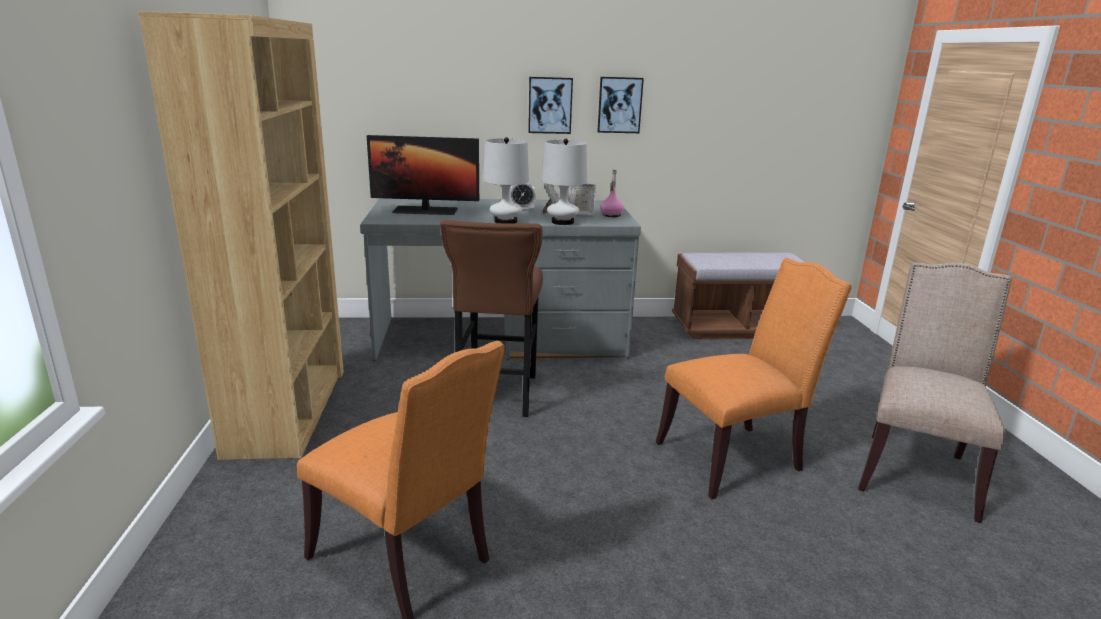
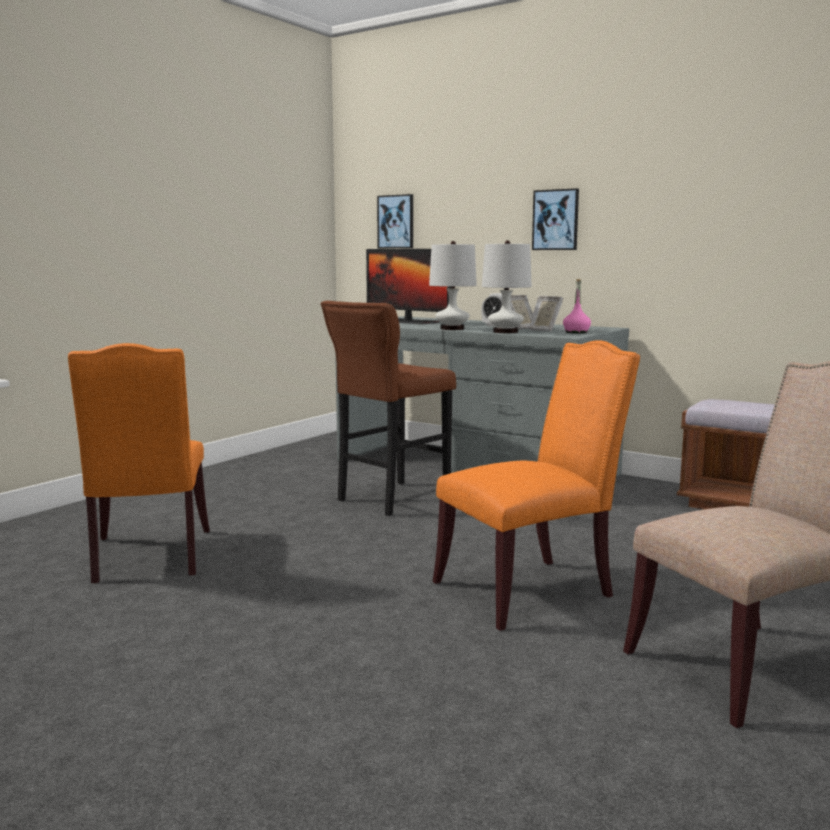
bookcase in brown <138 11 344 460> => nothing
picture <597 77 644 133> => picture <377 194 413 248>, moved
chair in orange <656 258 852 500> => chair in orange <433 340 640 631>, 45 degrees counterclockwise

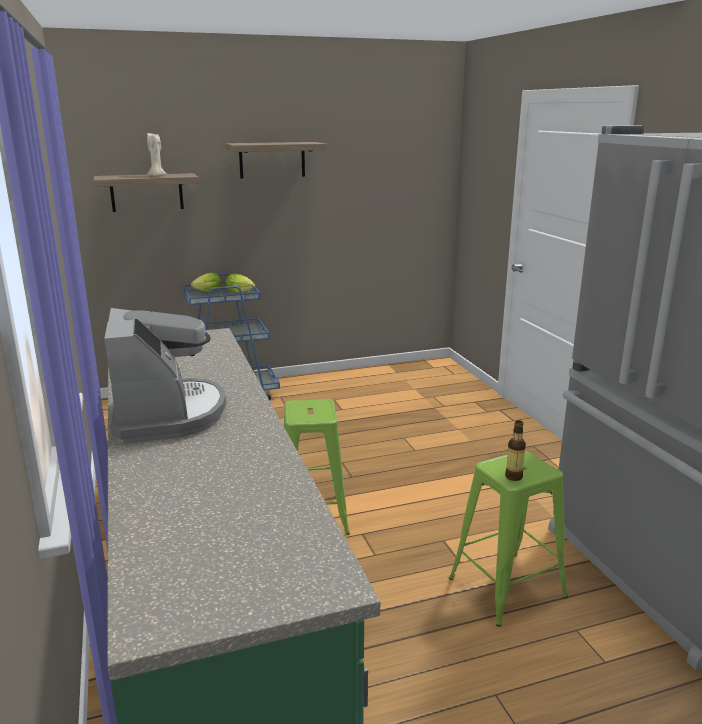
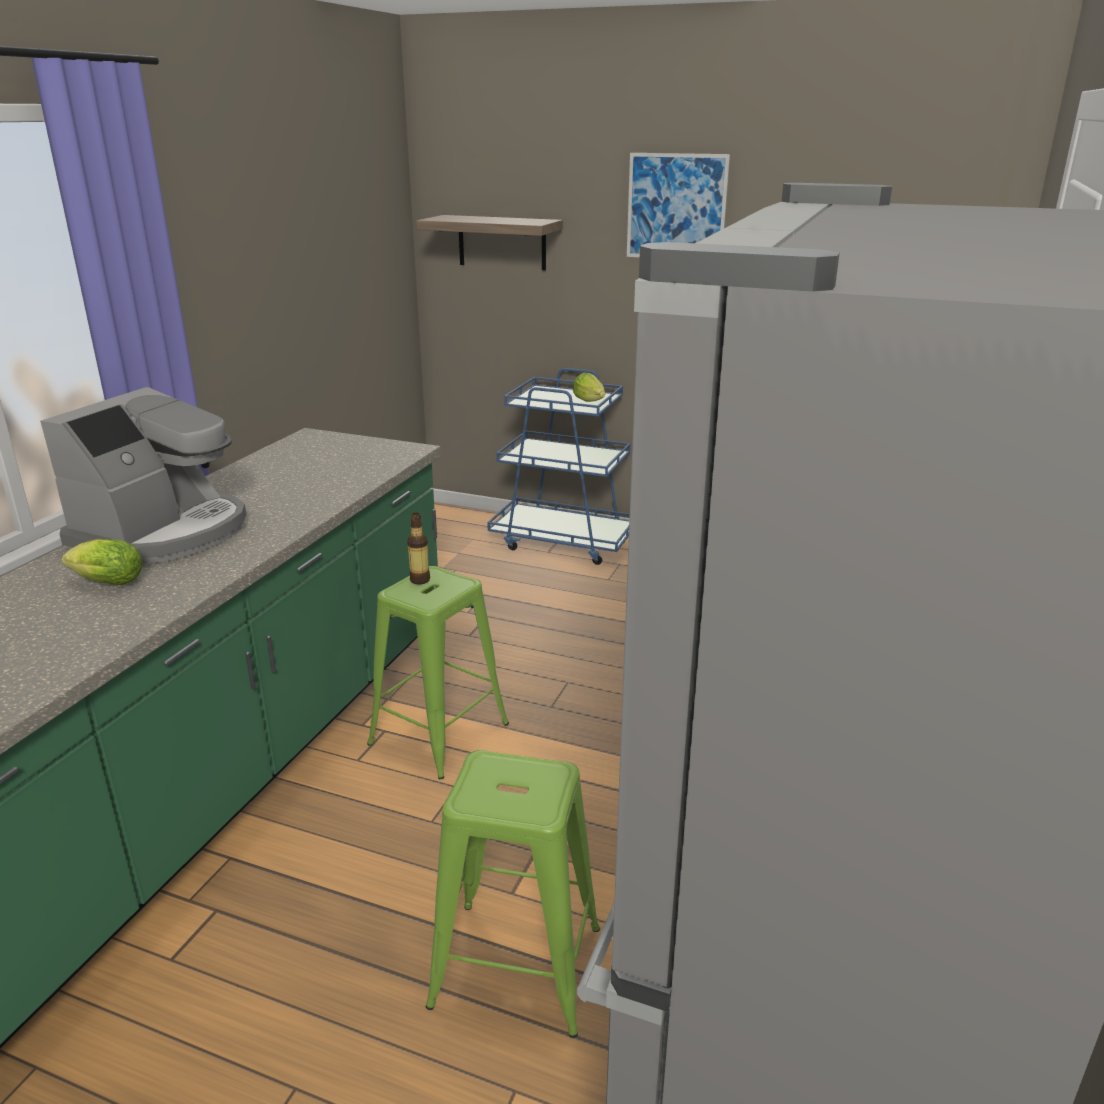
candle in beige <147 133 167 176> => nothing
lettuce <191 273 221 292> => lettuce <61 539 143 585>, moved
bottle <505 420 526 481> => bottle <407 512 430 585>, moved
shelf <226 142 327 179> => picture <627 153 730 257>

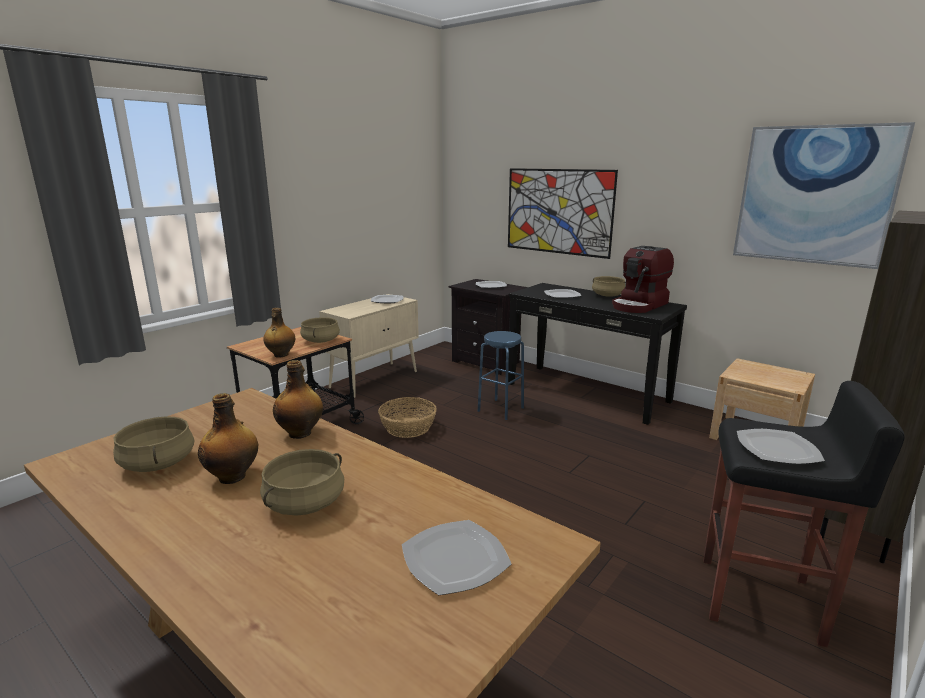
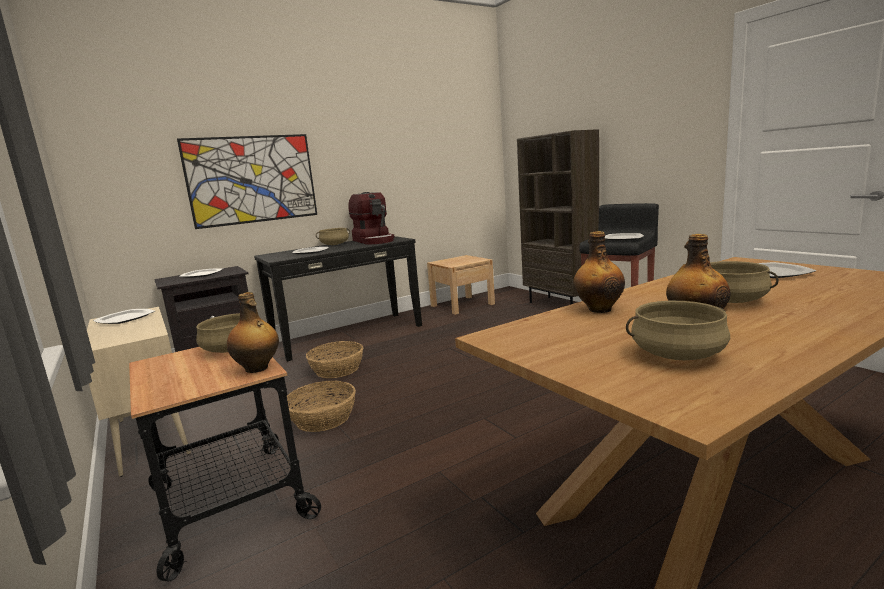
picture <733 122 915 269> => nothing
stool in blue <478 331 524 420> => basket <306 341 363 378>

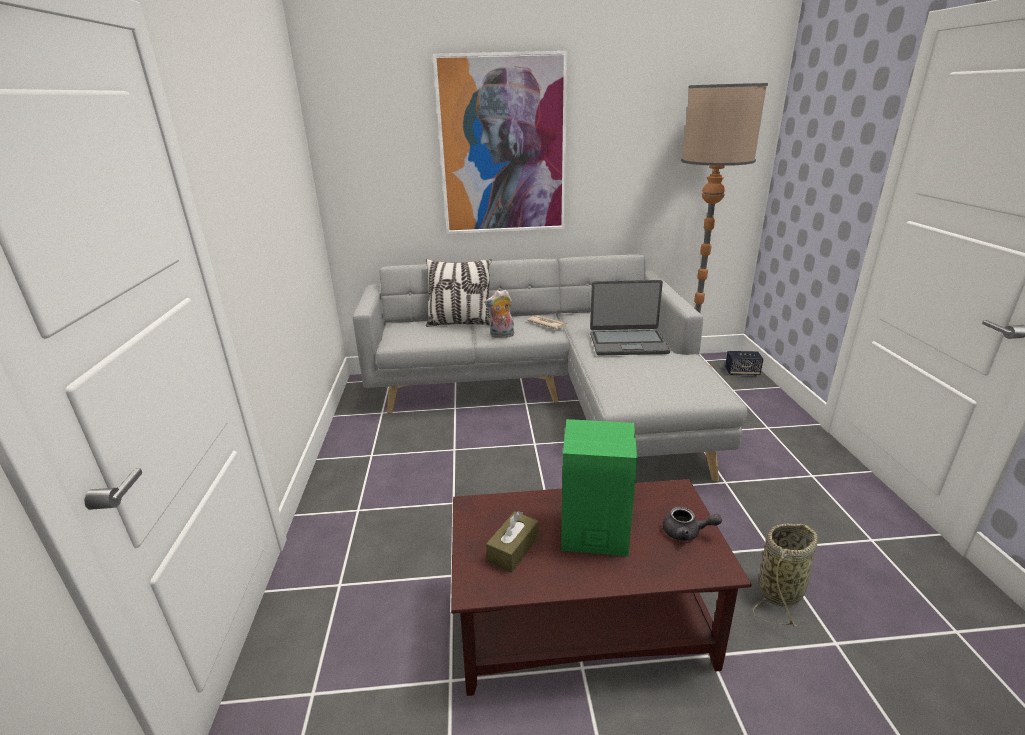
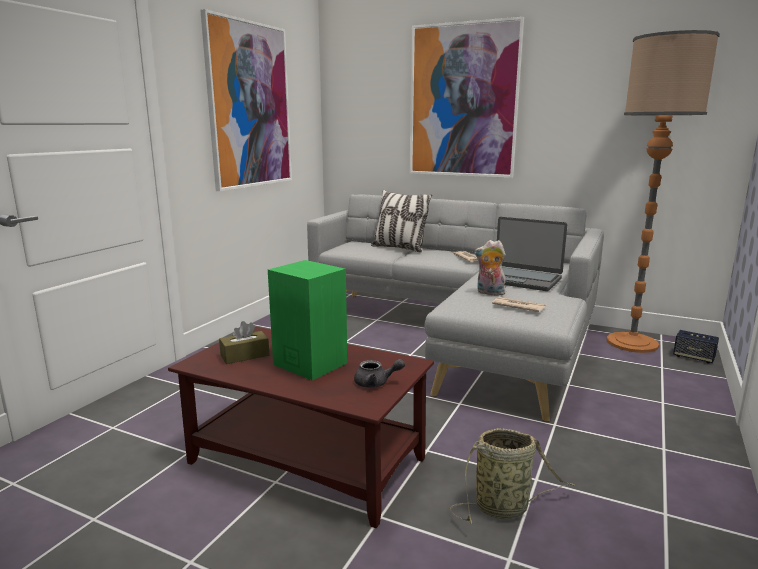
nothing => picture <200 9 292 191>
nothing => newspaper <492 297 545 312>
plush toy <484 290 515 338> => plush toy <474 240 506 296>, moved
teapot in grey <663 507 722 541> => teapot in grey <354 359 405 388>, 45 degrees counterclockwise

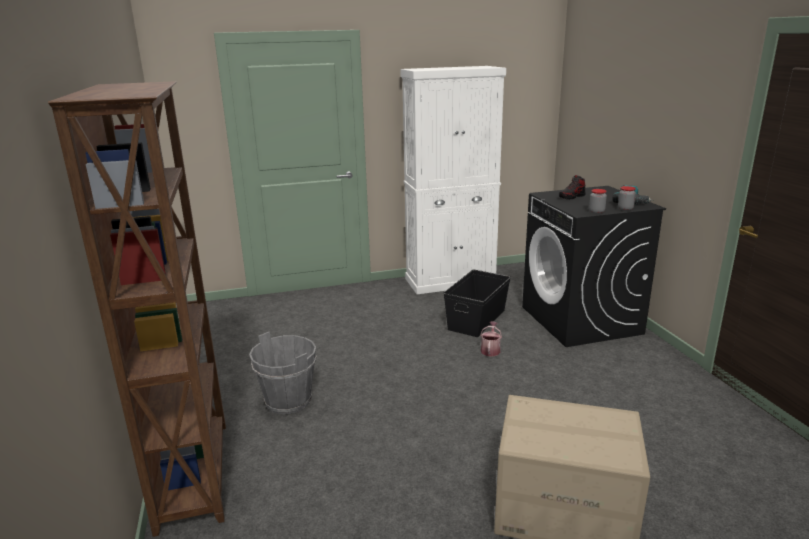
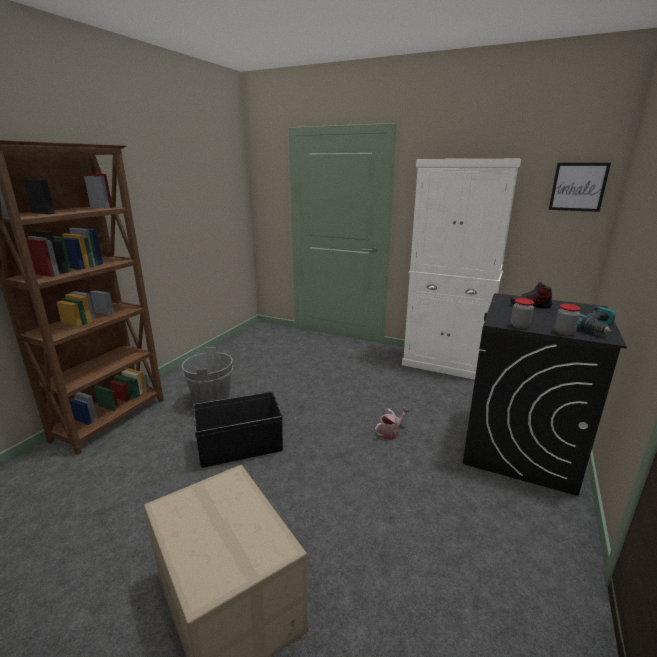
nothing => picture <549 163 611 212>
storage box in black <444 270 511 337> => storage box in black <193 391 283 468>, moved

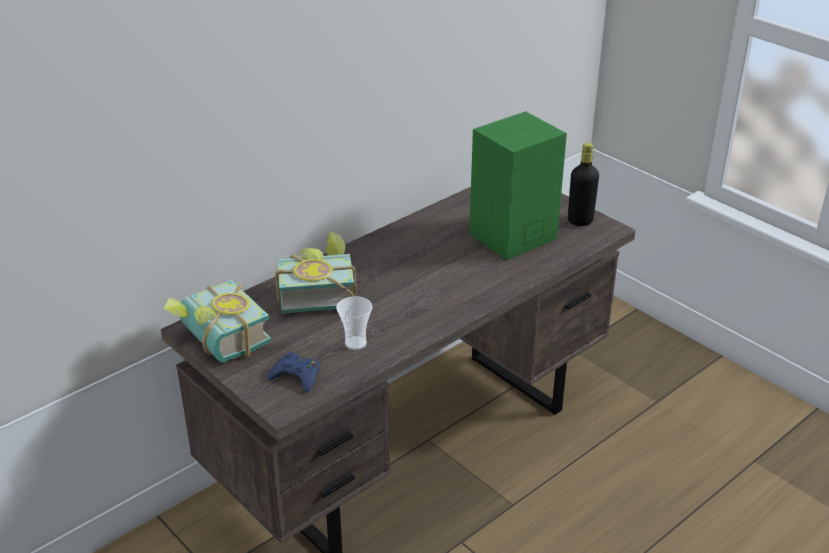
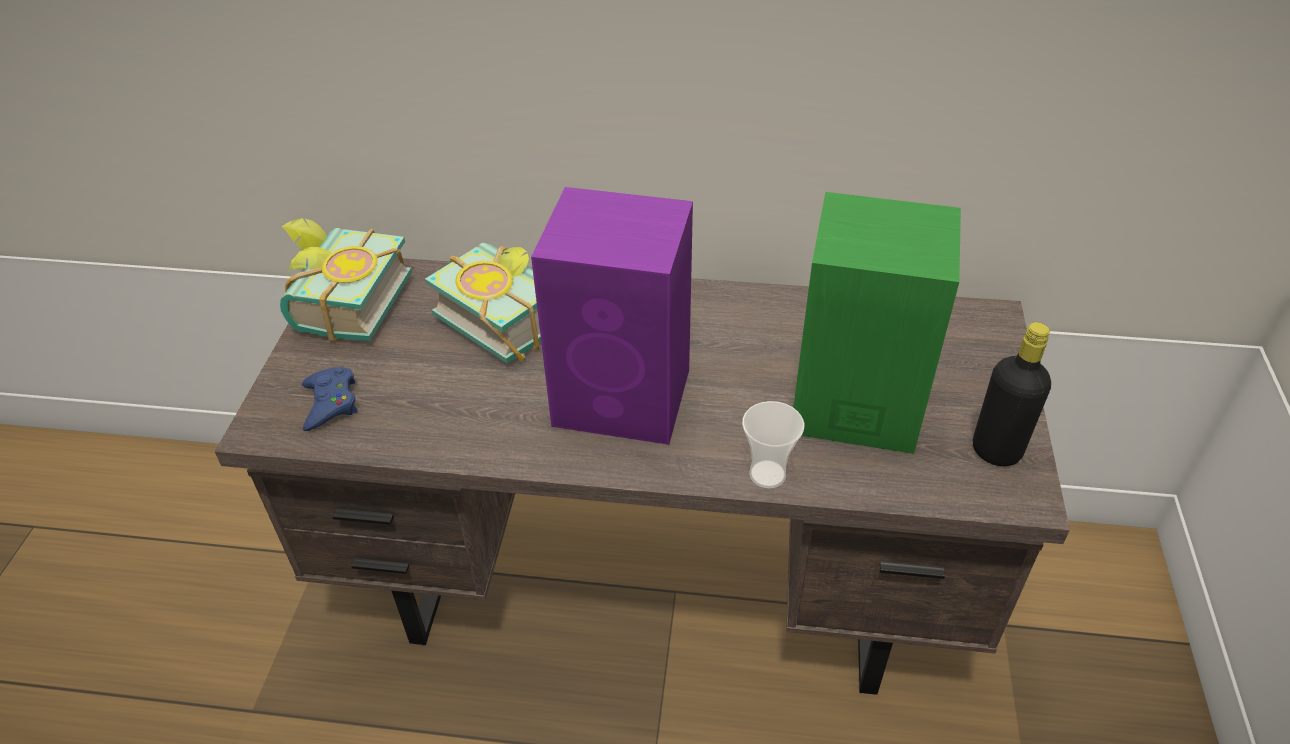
nothing => speaker in purple <531 187 693 445>
cup <336 296 372 350> => cup <742 401 804 488>, moved

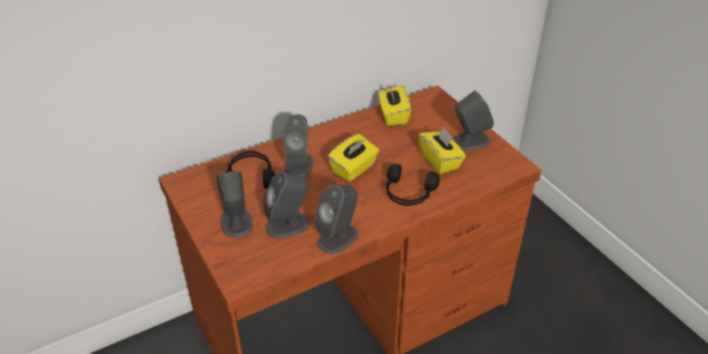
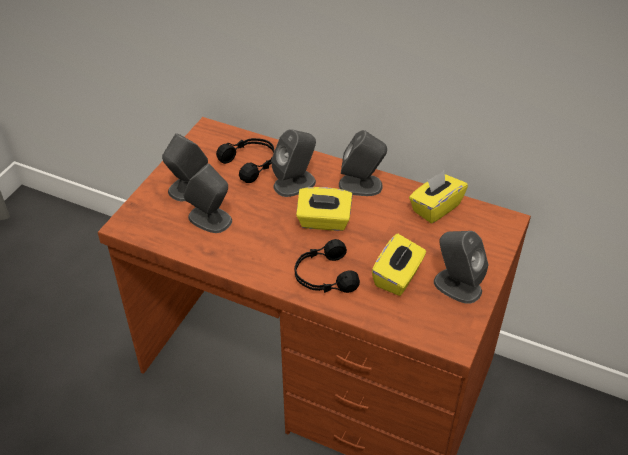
speaker in grey <314 185 359 254> => speaker in grey <339 130 387 196>, moved

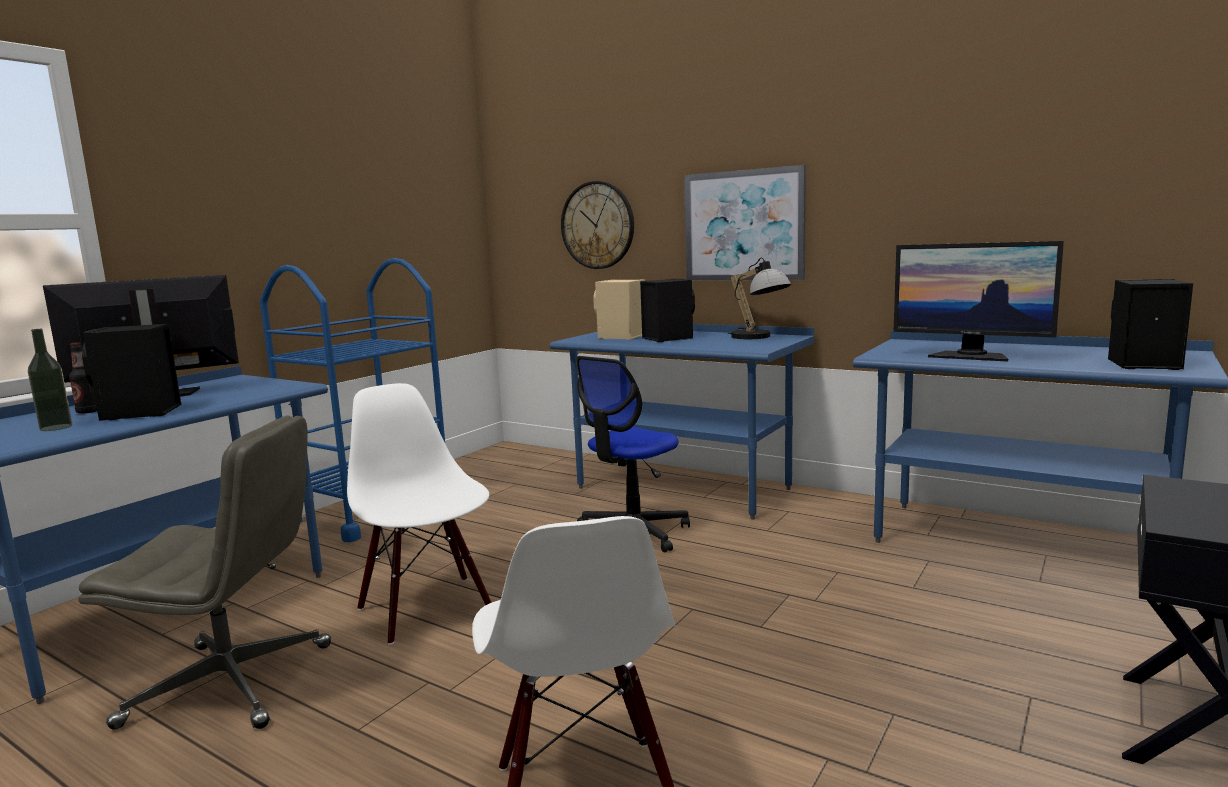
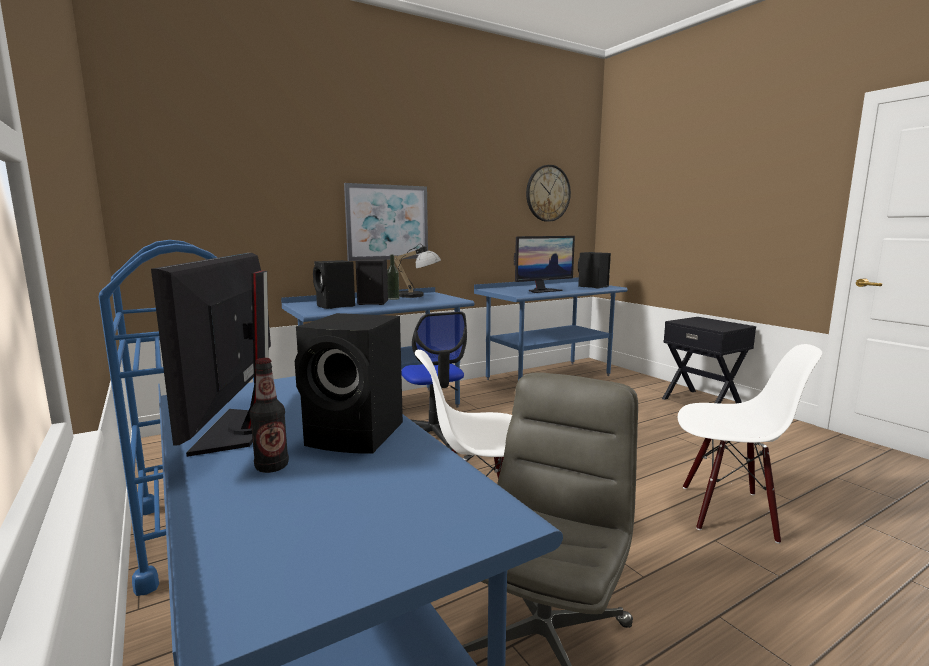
bottle <28 329 72 431> => bottle <387 255 399 300>, moved
wall clock <561 181 634 269> => wall clock <526 165 571 222>, moved
speaker in beige <593 280 645 340> => speaker in black <313 260 355 309>

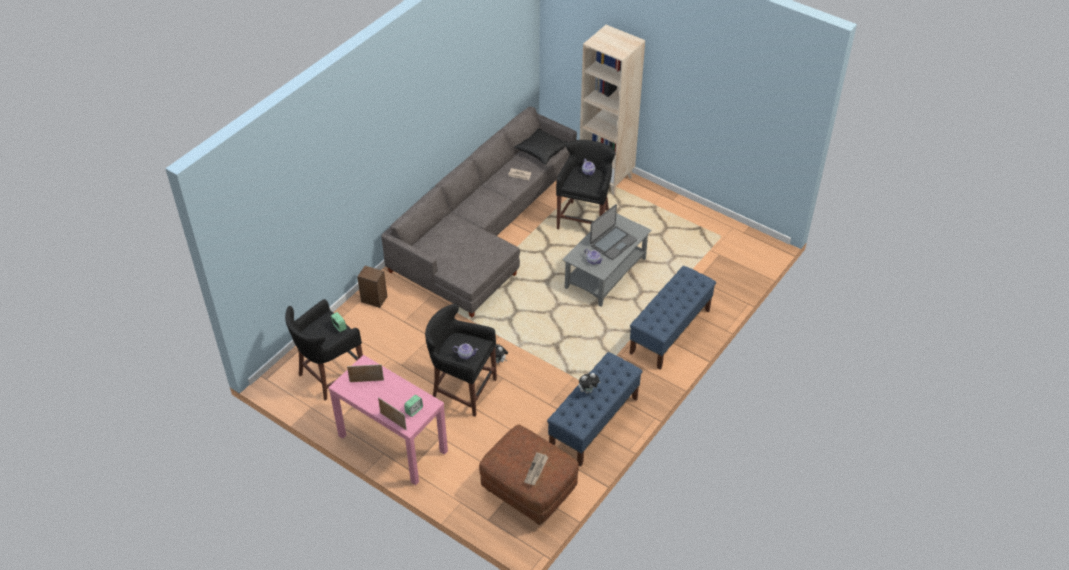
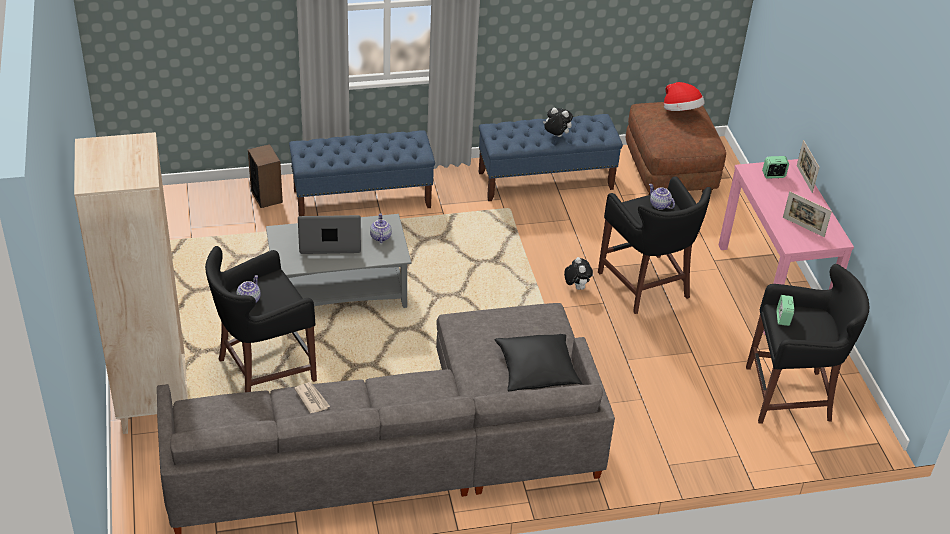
speaker <357 266 387 308> => speaker <248 144 283 208>, moved
pillow in black <514 128 567 165> => pillow in black <495 334 582 391>, moved
newspaper <524 452 548 485> => hat <664 82 705 111>

